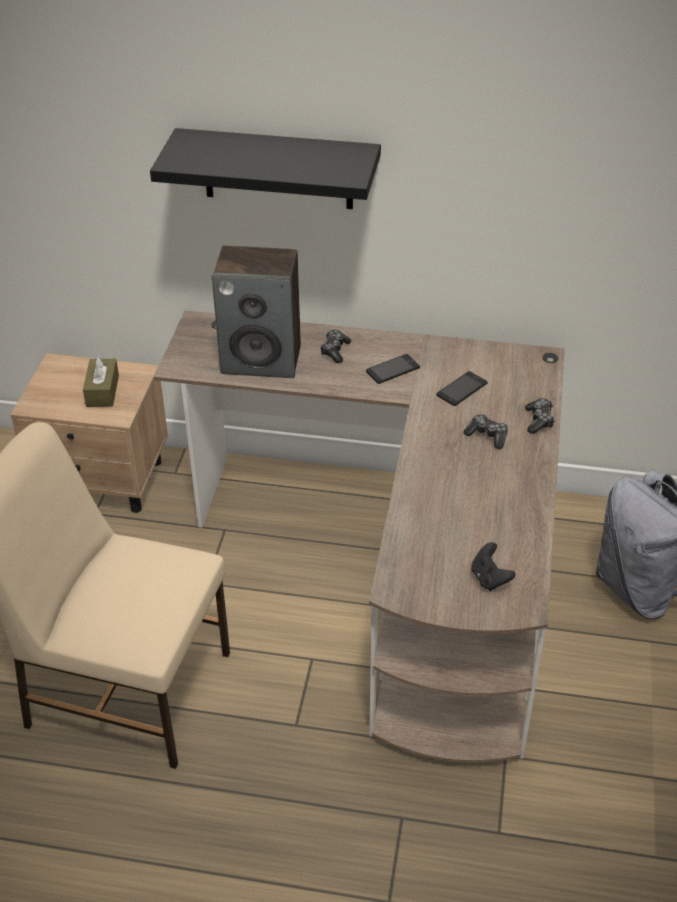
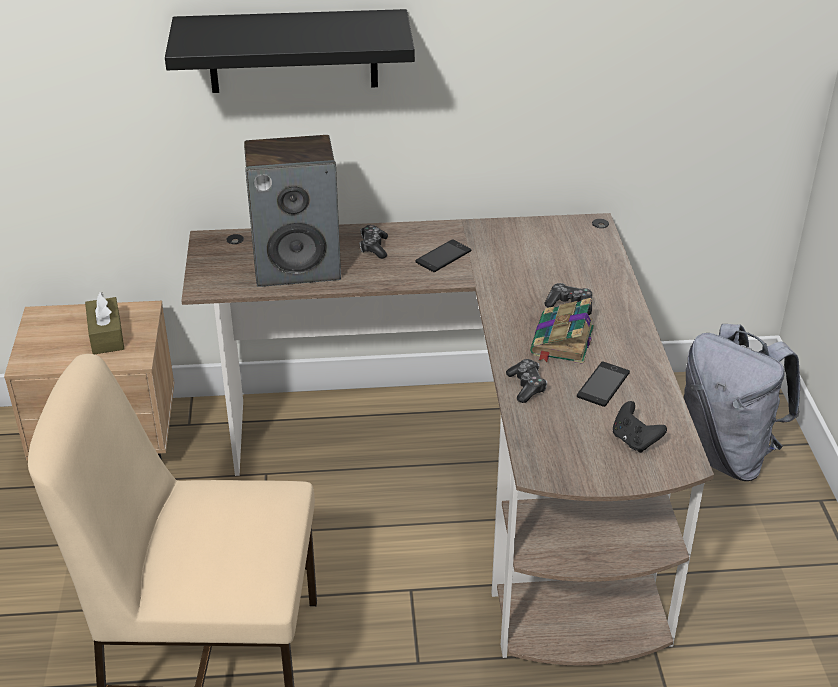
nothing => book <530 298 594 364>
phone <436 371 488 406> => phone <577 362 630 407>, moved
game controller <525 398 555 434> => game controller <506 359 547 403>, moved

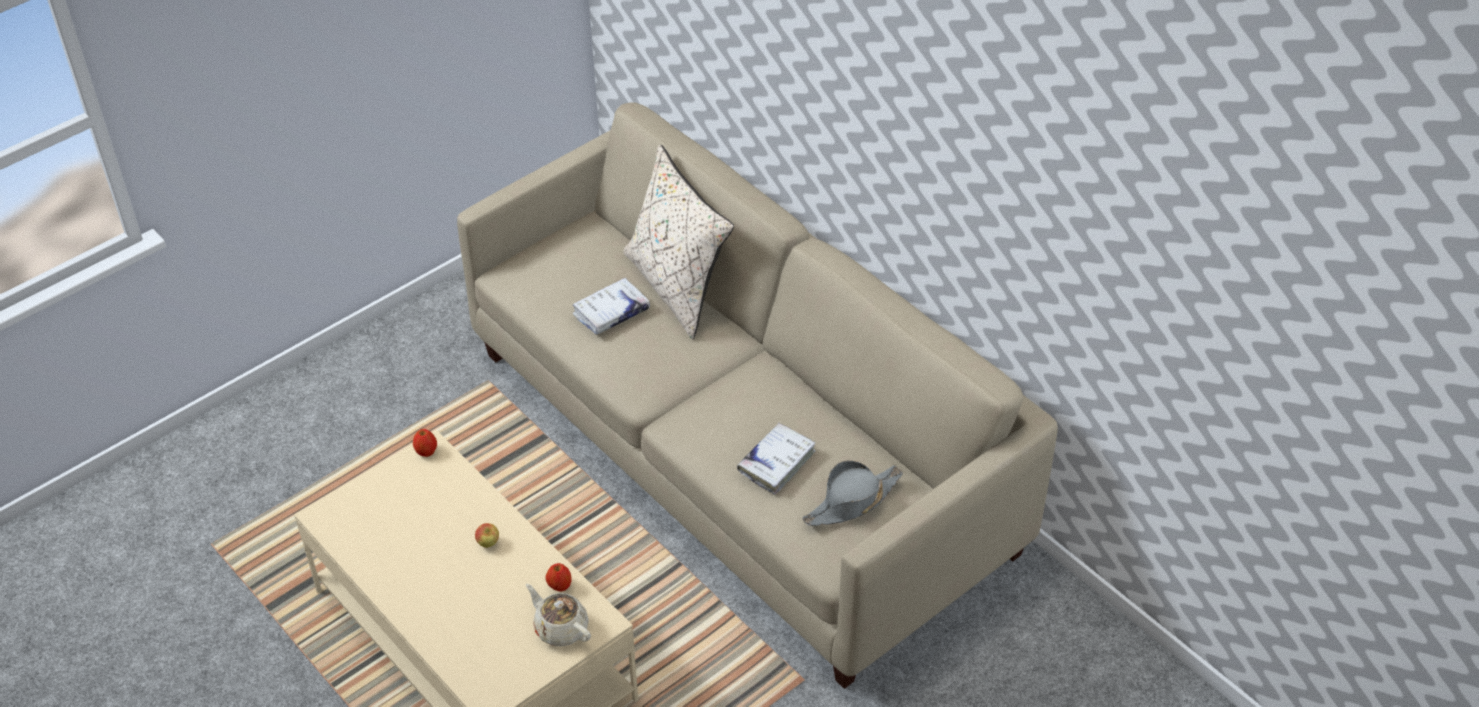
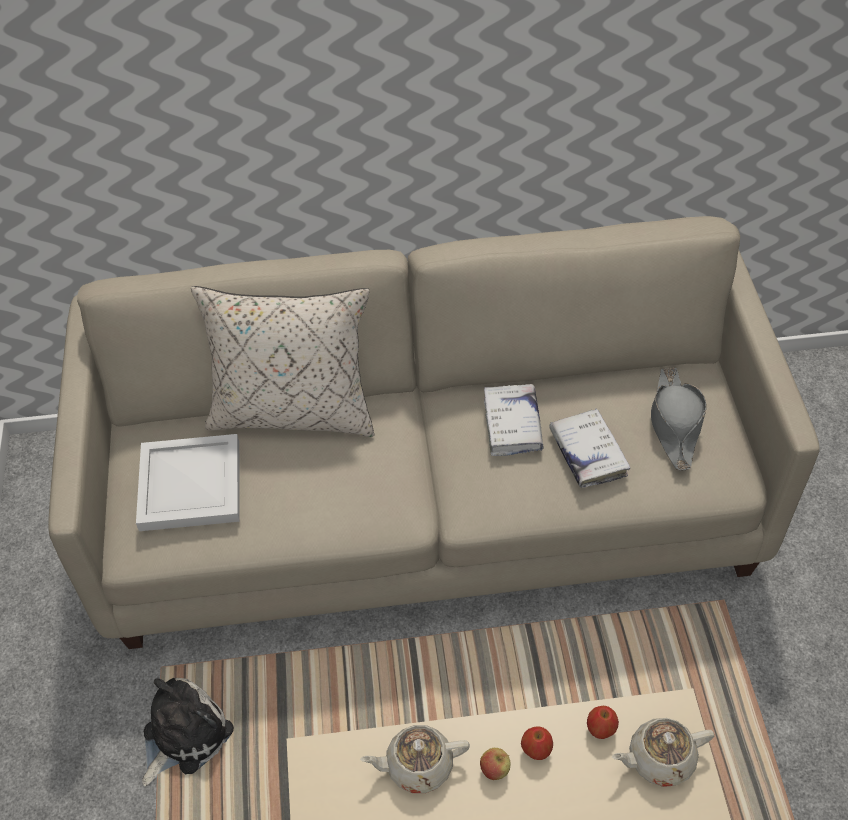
nothing => tray in white <136 434 240 531>
nothing => plush toy <142 678 234 786>
nothing => teapot in beige <360 725 470 793>
apple <413 429 437 457> => apple <521 727 553 760>, moved
book in white <572 278 650 335> => book in white <484 384 543 456>, moved

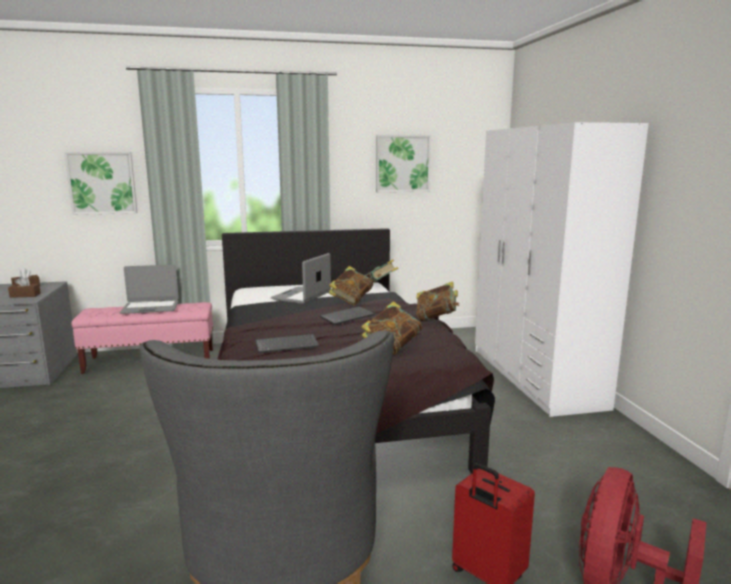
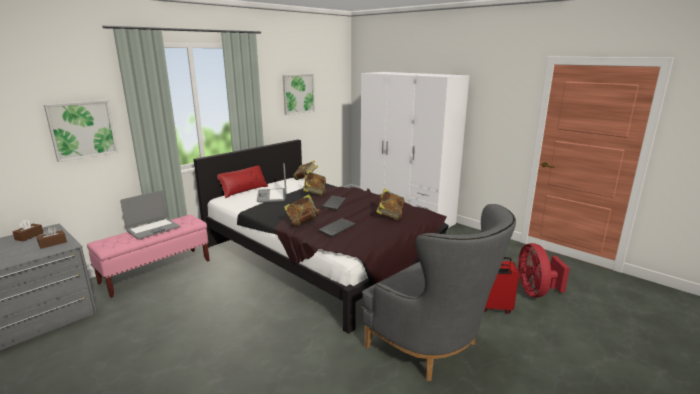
nothing => pillow in red <217 166 268 198>
book <416 281 459 321> => book <284 194 320 227>, moved

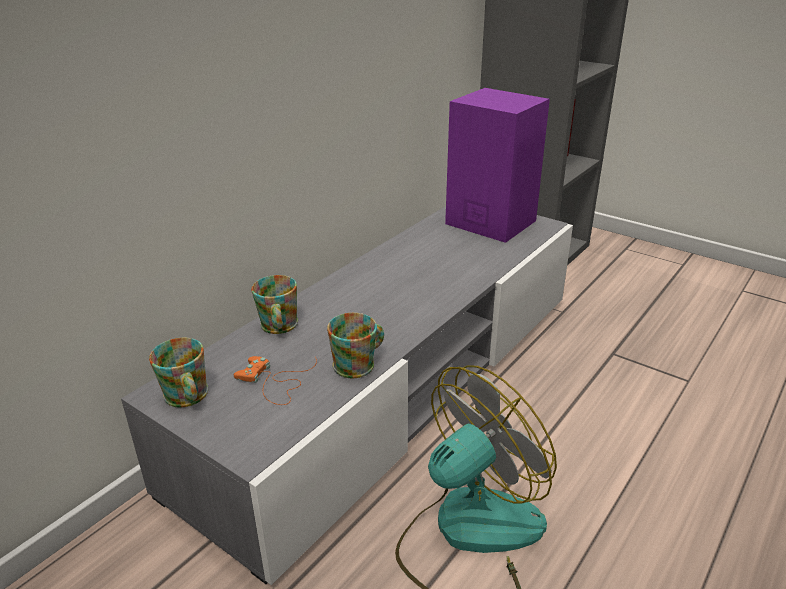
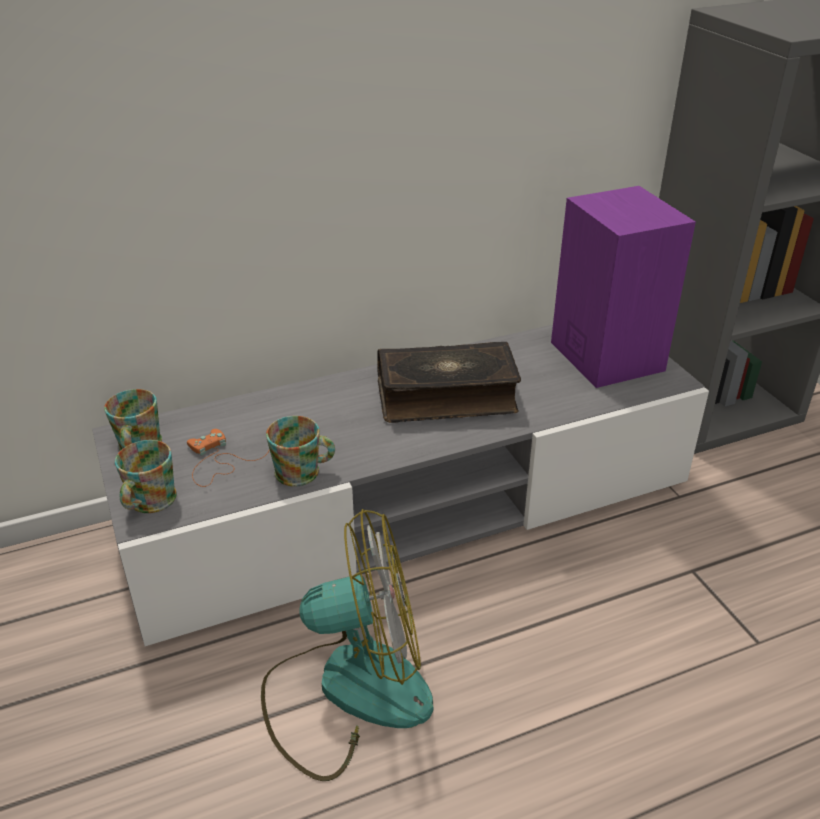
nothing => book <377 342 521 423>
mug <251 275 298 334> => mug <115 440 177 513>, moved

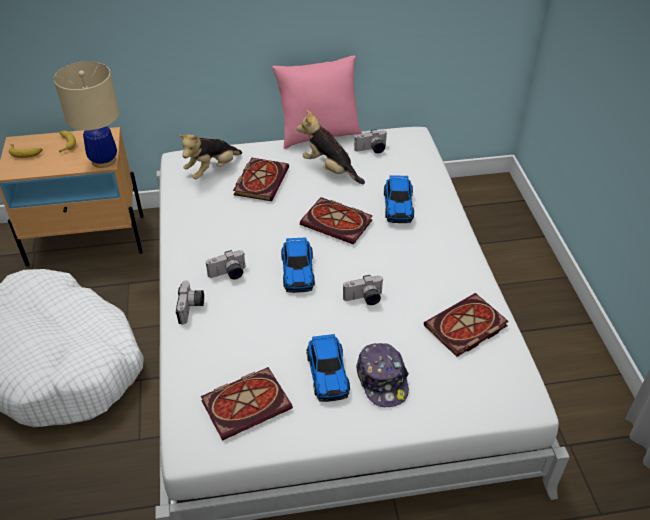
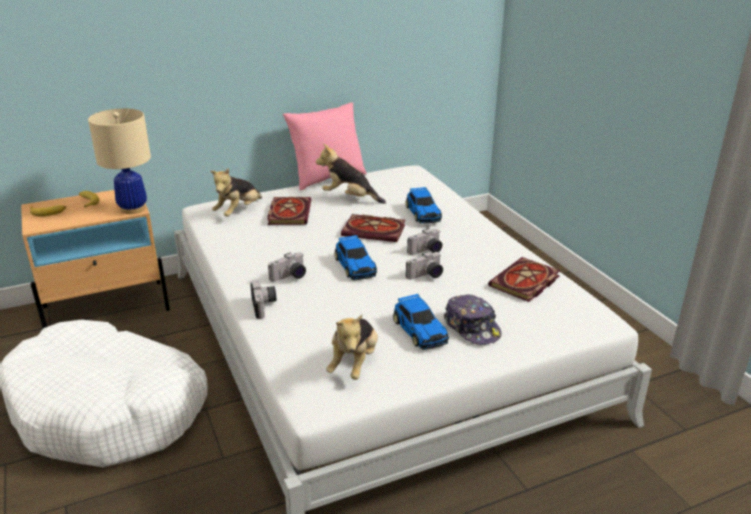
photo camera <354 129 388 153> => photo camera <407 229 442 255>, moved
book <201 367 293 441> => plush toy <326 315 378 380>

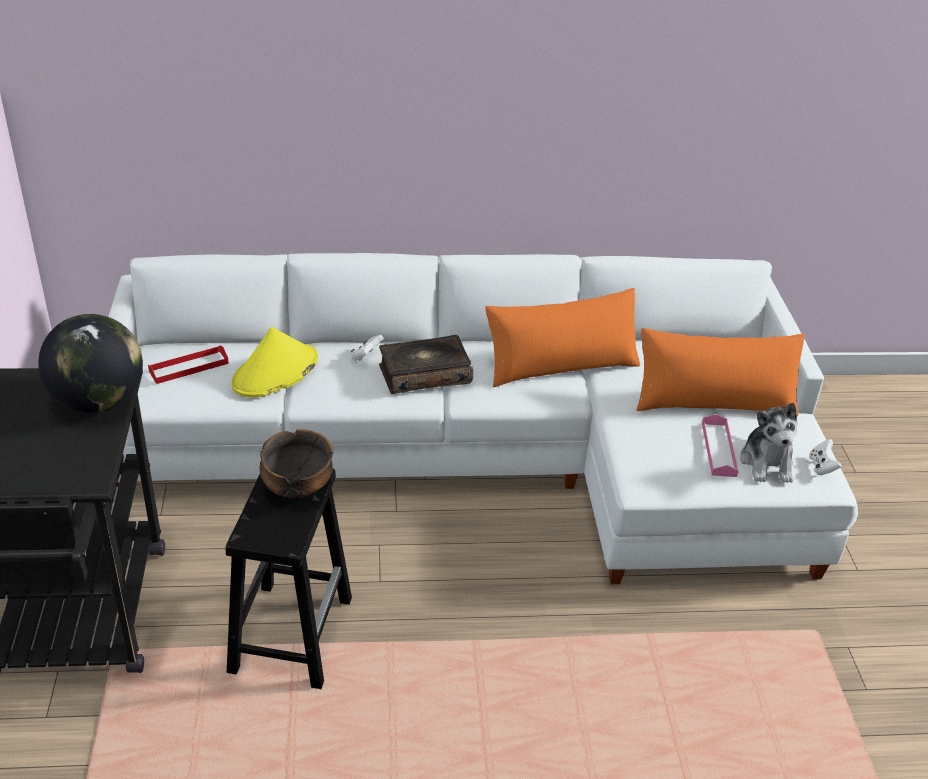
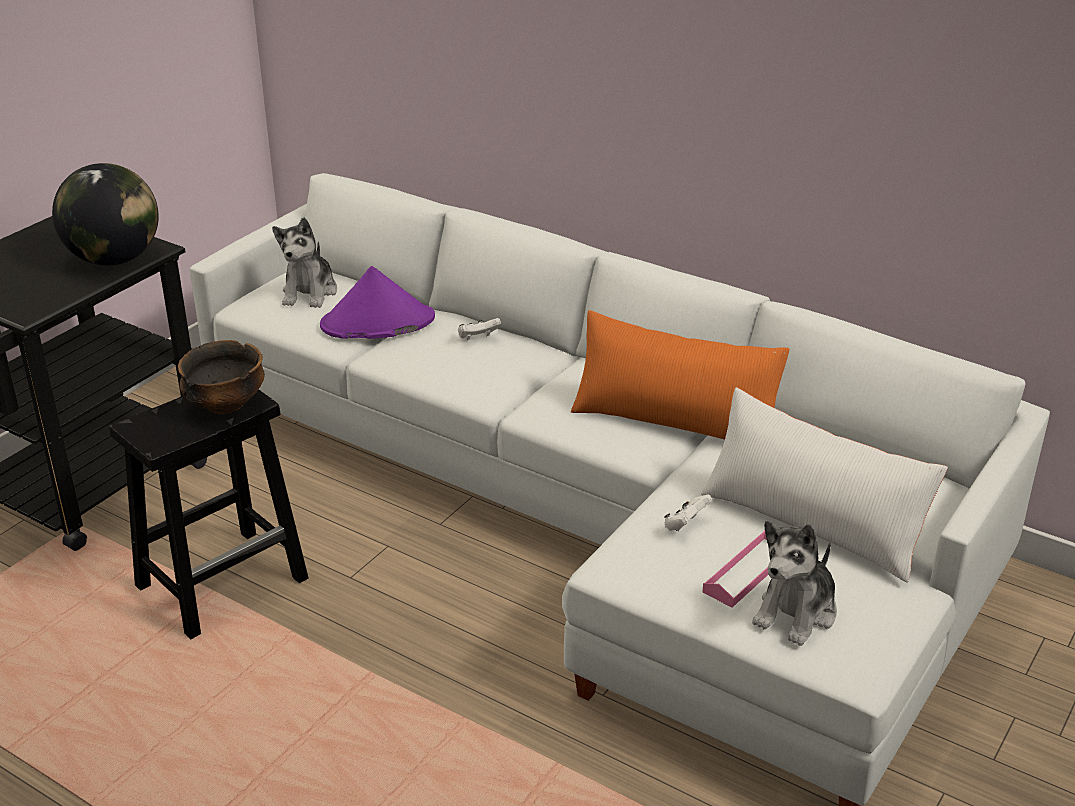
book <379 335 473 394> => nothing
game controller in white <809 439 842 475> => game controller in white <664 494 713 531>, moved
tray in red <148 345 229 384> => plush toy <272 217 337 308>
hat in yellow <232 327 318 398> => hat in purple <320 266 435 339>
pillow in orange <637 328 804 416> => pillow in white <701 387 948 582>

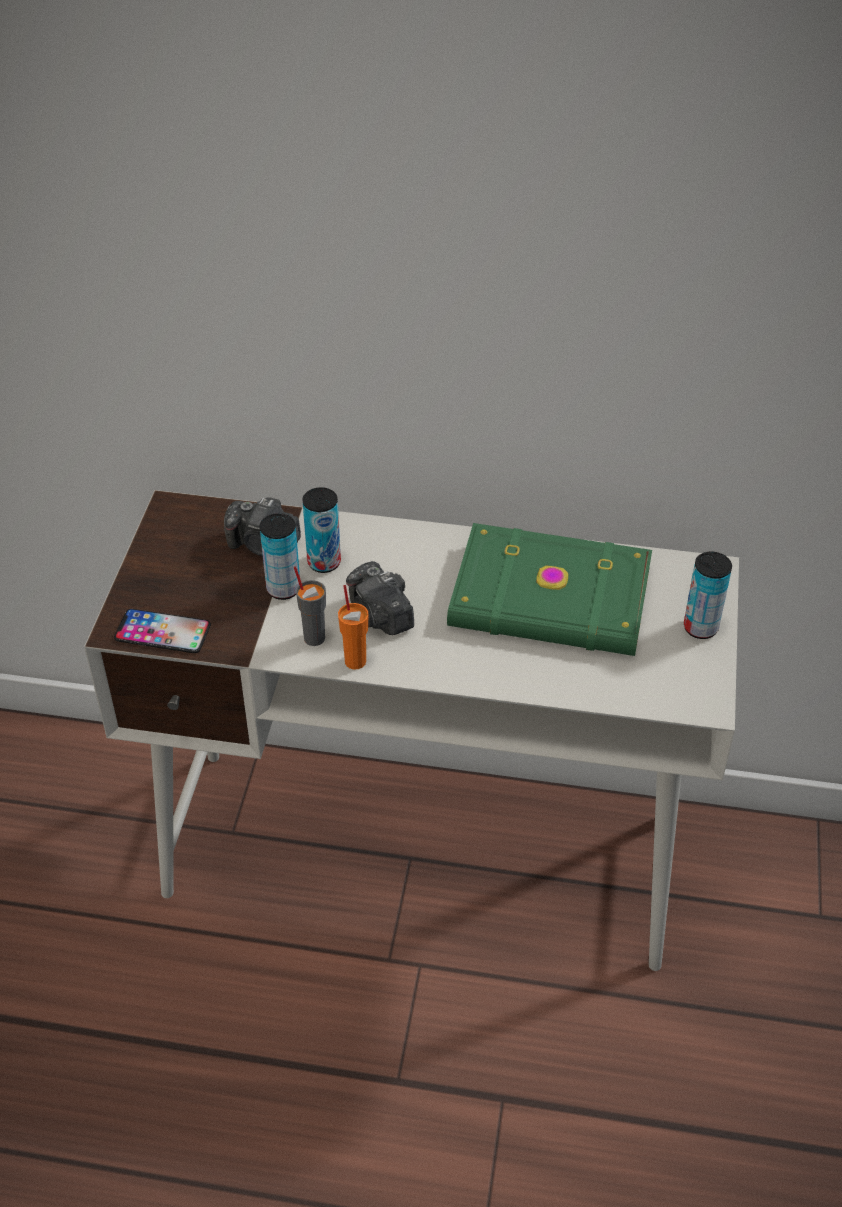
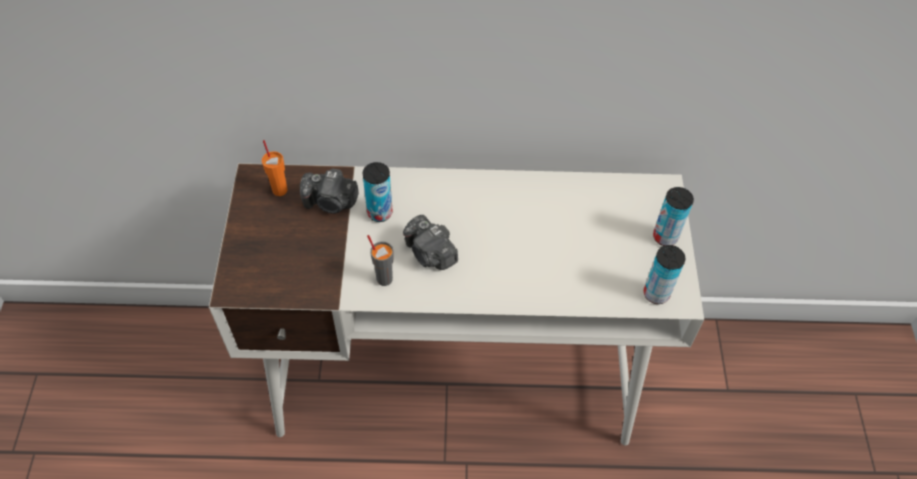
phone <114 609 211 653> => nothing
book in green <447 523 652 656> => nothing
can <260 513 300 600> => can <644 245 685 304>, moved
cup in orange <338 585 368 670> => cup in orange <262 140 288 196>, moved

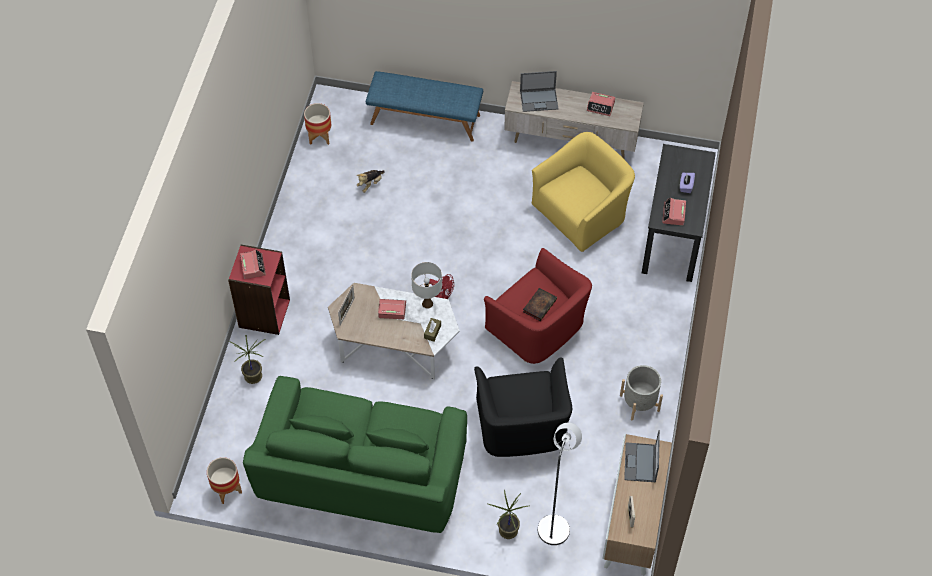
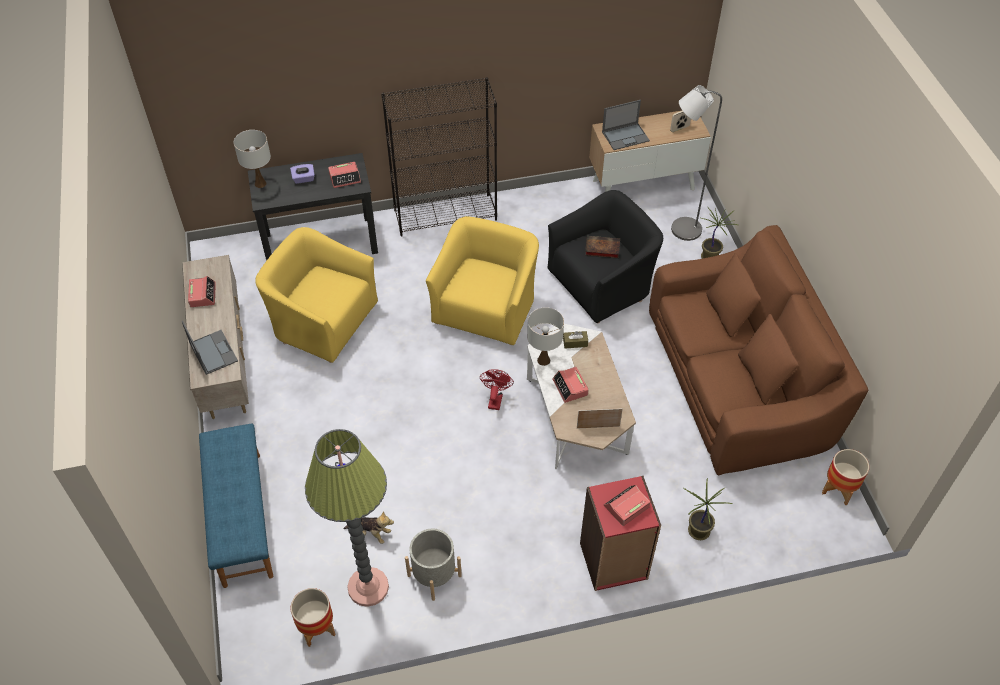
nothing => table lamp in white <234 130 271 188>
nothing => floor lamp <305 429 389 607>
nothing => bookcase in black <381 77 497 236>
book <523 288 557 321> => book <585 236 620 258>, moved
planter in grey <620 365 663 420> => planter in grey <405 529 462 601>, moved
sofa in green <243 376 467 533> => sofa in brown <649 225 868 475>
armchair in red <484 248 592 364> => armchair in yellow <426 216 539 345>

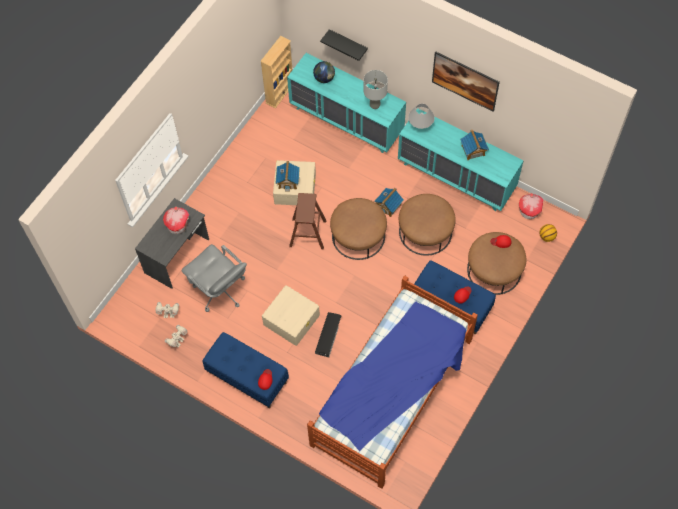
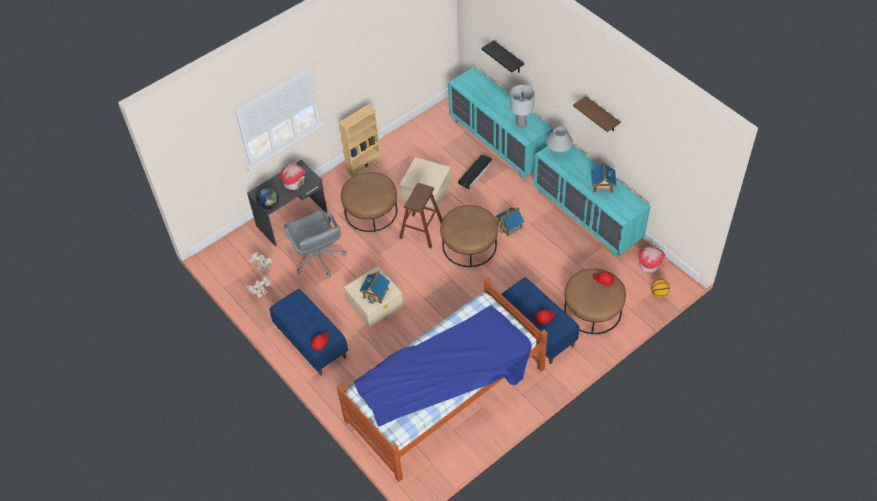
bookcase in beige <260 36 292 109> => bookcase in beige <338 104 382 177>, moved
toy house <275 161 300 192> => toy house <359 271 390 304>, moved
globe <313 61 335 83> => globe <256 186 279 209>, moved
storage box in black <315 312 342 357> => storage box in black <458 155 492 190>, moved
ottoman in brown <399 194 456 256> => ottoman in brown <341 172 397 232>, moved
picture <432 51 500 112> => shelf in brown <573 96 620 132>

